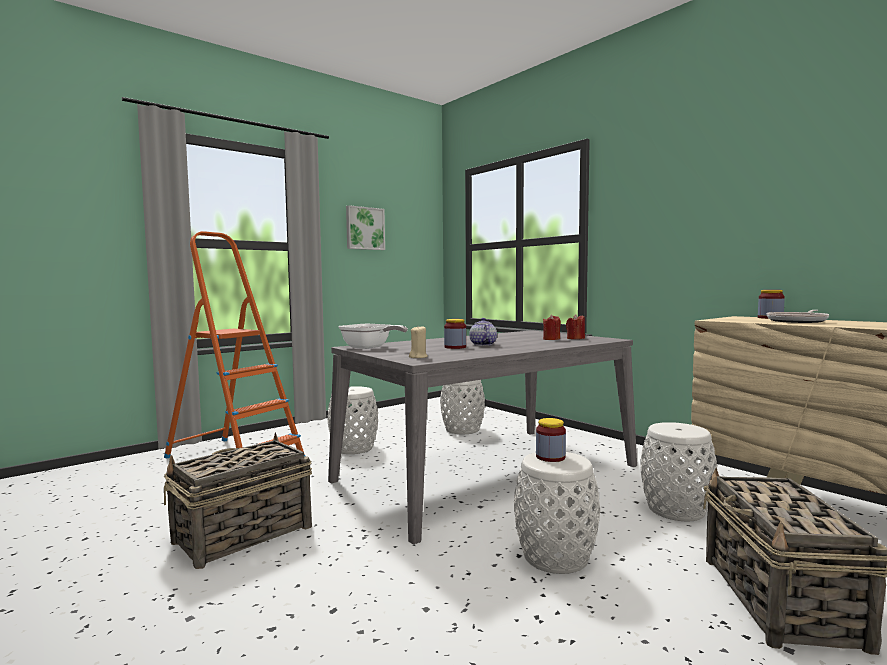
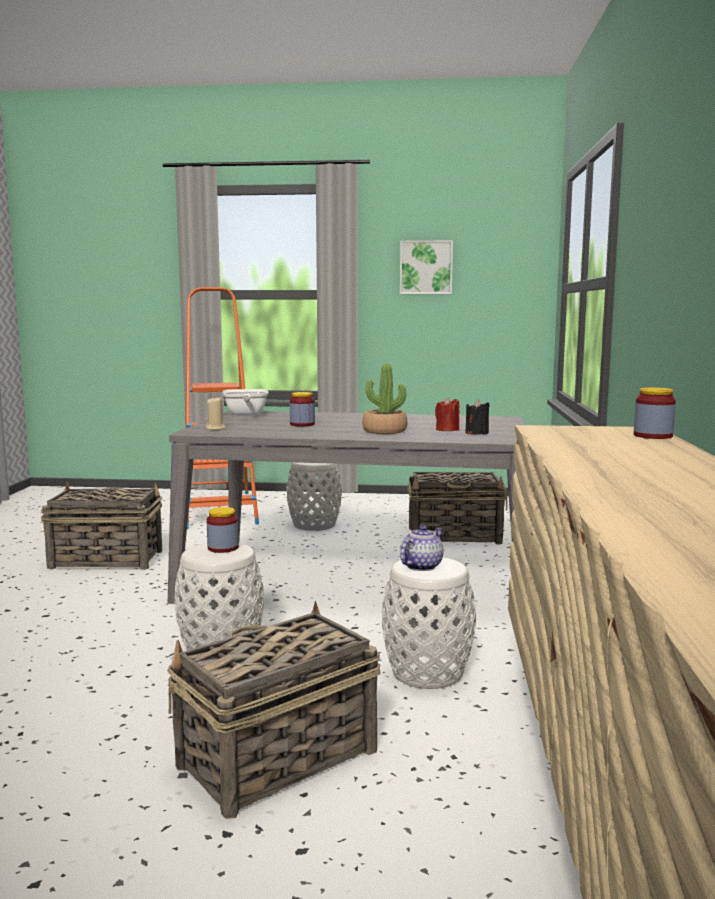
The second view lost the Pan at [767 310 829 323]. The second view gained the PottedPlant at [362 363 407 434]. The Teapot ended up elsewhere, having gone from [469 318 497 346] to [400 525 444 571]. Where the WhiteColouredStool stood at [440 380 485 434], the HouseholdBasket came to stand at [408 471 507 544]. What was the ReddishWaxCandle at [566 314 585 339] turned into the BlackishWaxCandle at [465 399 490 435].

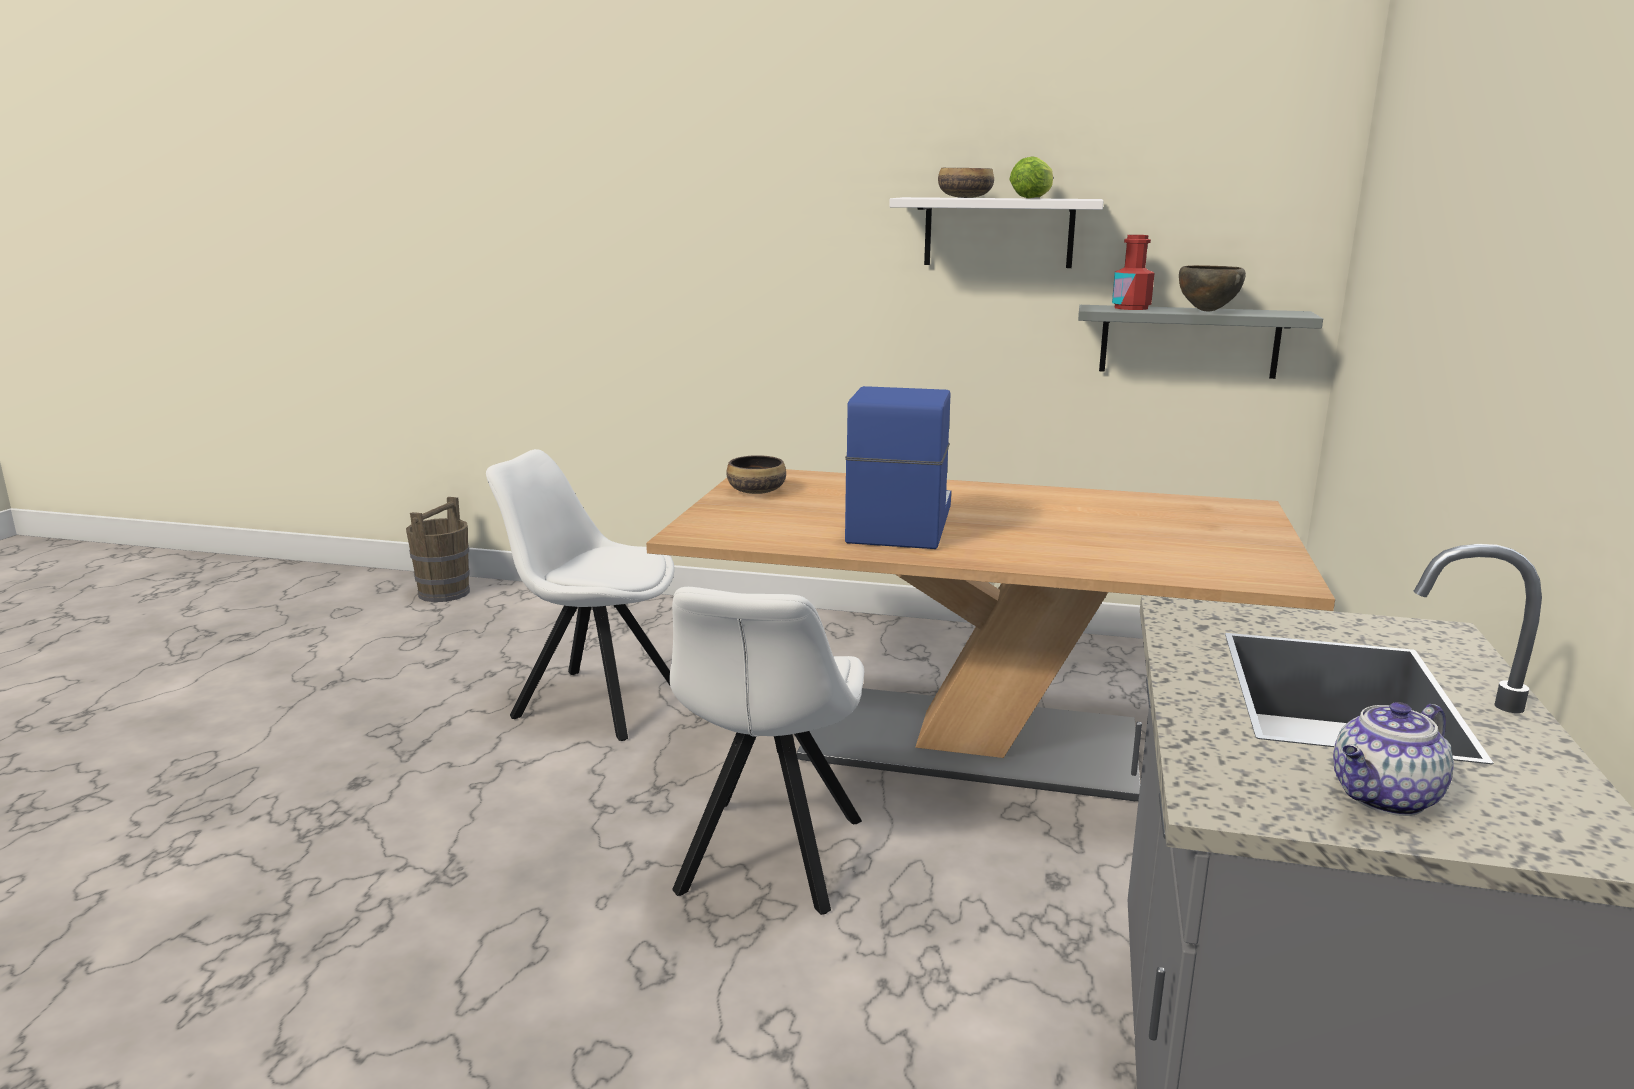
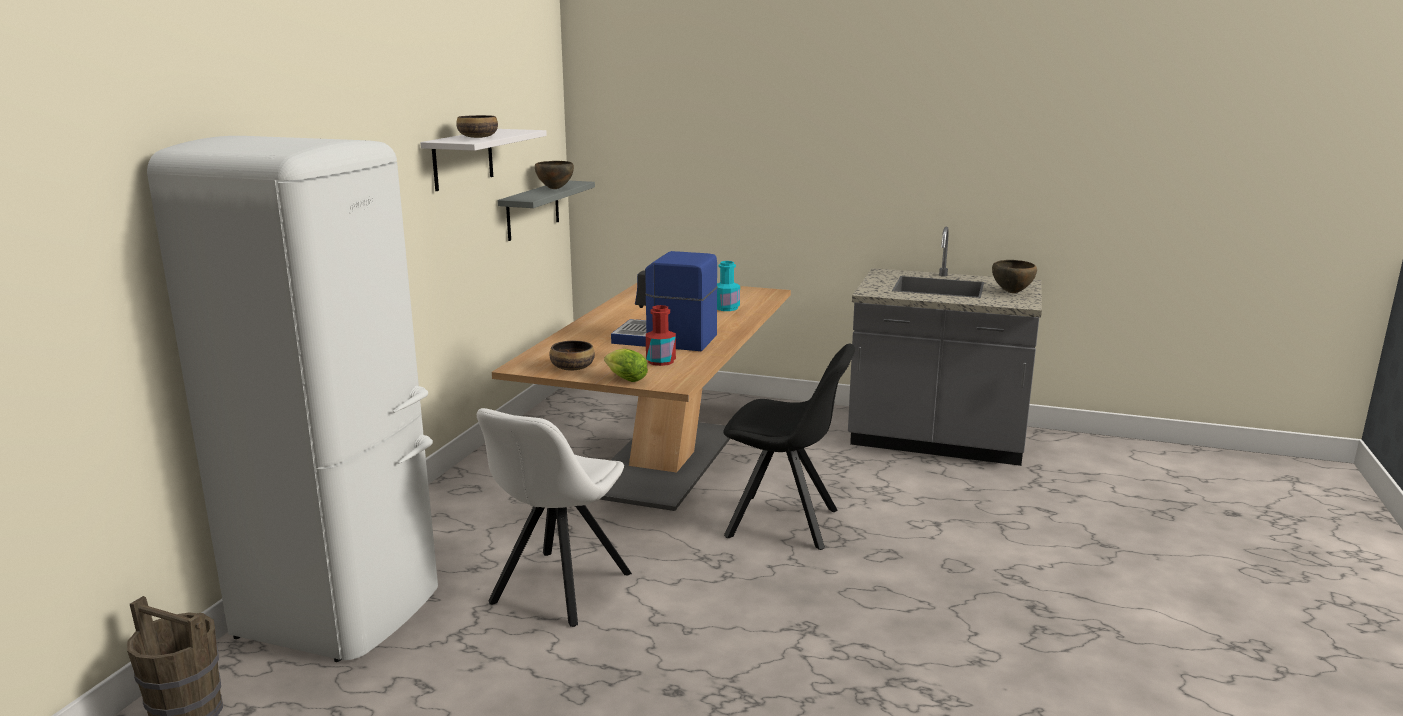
The second view gained the WhiteColouredKitchenFridge at [147 136 438 662]. The second view gained the TurquoiseDrinkBottle at [717 261 740 311]. The LettuceHead ended up elsewhere, having gone from [1009 156 1053 198] to [604 349 648 382]. The ReddishDrinkBottle ended up elsewhere, having gone from [1112 235 1154 310] to [646 305 676 366]. Where the Teapot stood at [1333 702 1454 816], the BrownishDeepDish came to stand at [992 260 1037 293]. What was the WhiteColouredPlainChair at [669 587 864 915] turned into the BlackishPlainChair at [723 343 855 550].

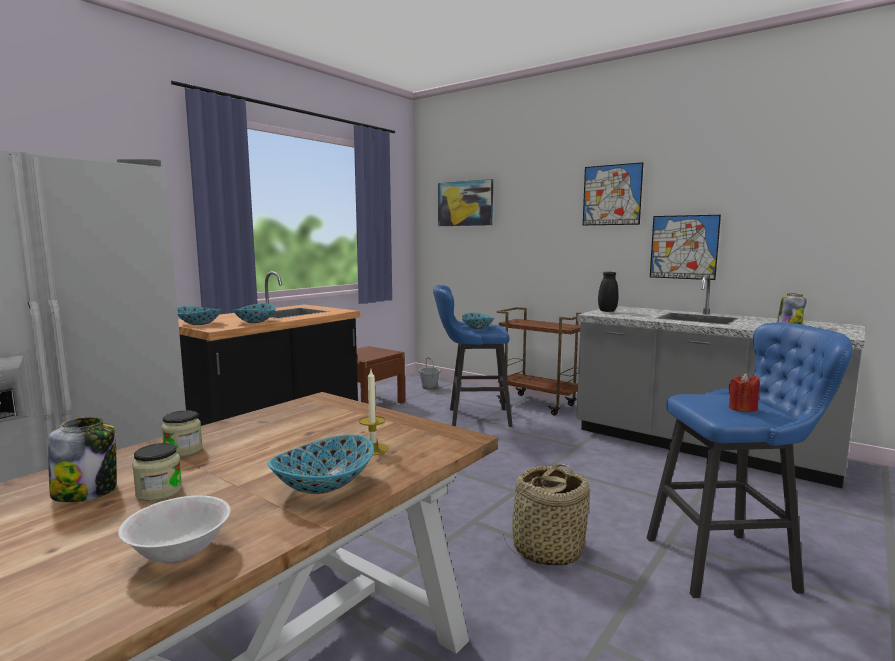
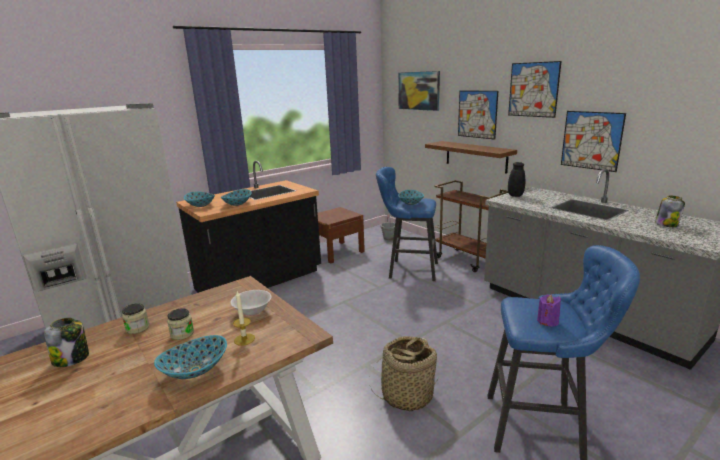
The second view gained the BrownishShelf at [425 141 517 174]. The second view gained the WallArt at [458 91 498 140]. The WhiteColouredDeepDish ended up elsewhere, having gone from [118 495 231 564] to [231 290 272 316]. The PreserveJar ended up elsewhere, having gone from [132 443 182 501] to [167 308 194 340]. What was the ReddishWaxCandle at [729 373 760 412] turned into the PurpleWaxCandle at [537 294 561 326].

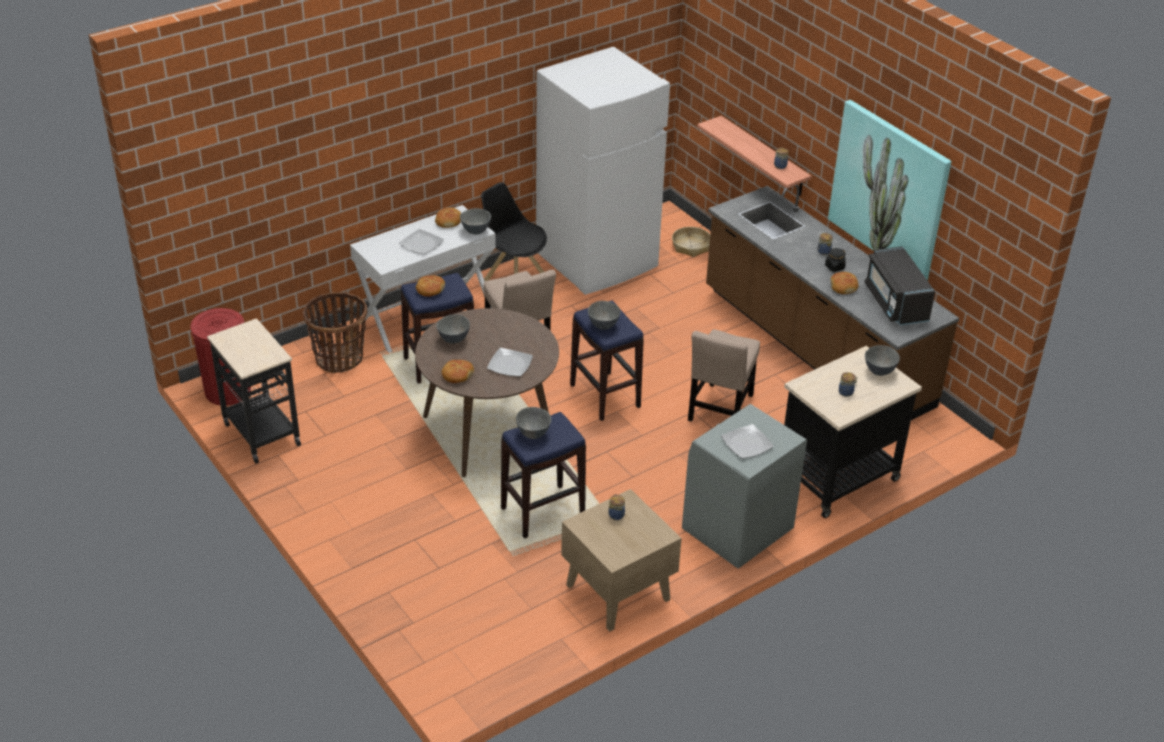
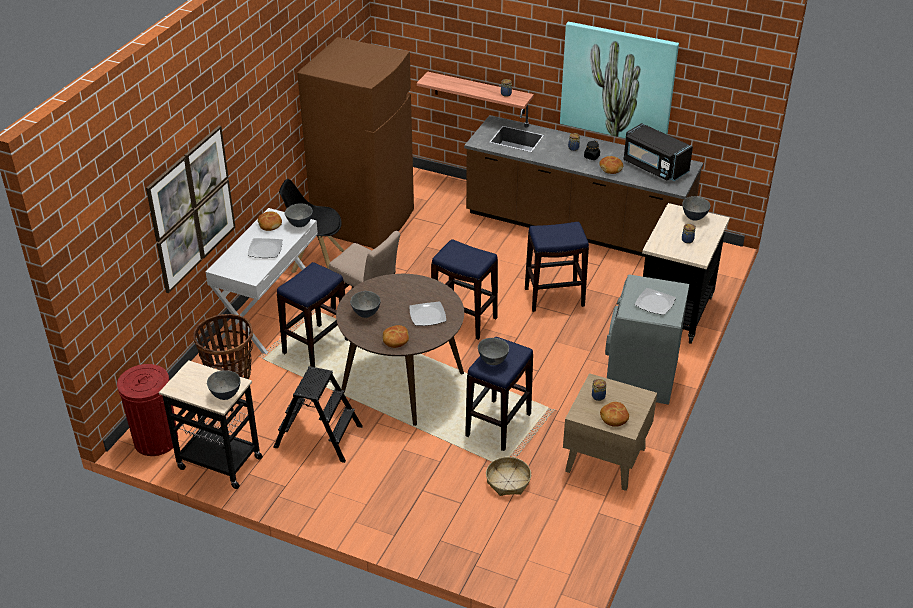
The second view gained the WallArt at [146 125 235 293]. The second view gained the BlackishStepStool at [273 366 363 463]. The BakedBread ended up elsewhere, having gone from [416 275 445 297] to [600 402 629 427]. The GreyishDeepDish ended up elsewhere, having gone from [588 301 621 330] to [207 370 241 400]. The HouseholdBasket ended up elsewhere, having gone from [672 227 710 257] to [486 457 531 496]. Where the BeigePlainChair stood at [688 329 760 422], the Stool came to stand at [525 222 589 312]. What was the WhiteColouredKitchenFridge at [536 47 670 295] turned into the BrownishKitchenFridge at [298 37 414 249].

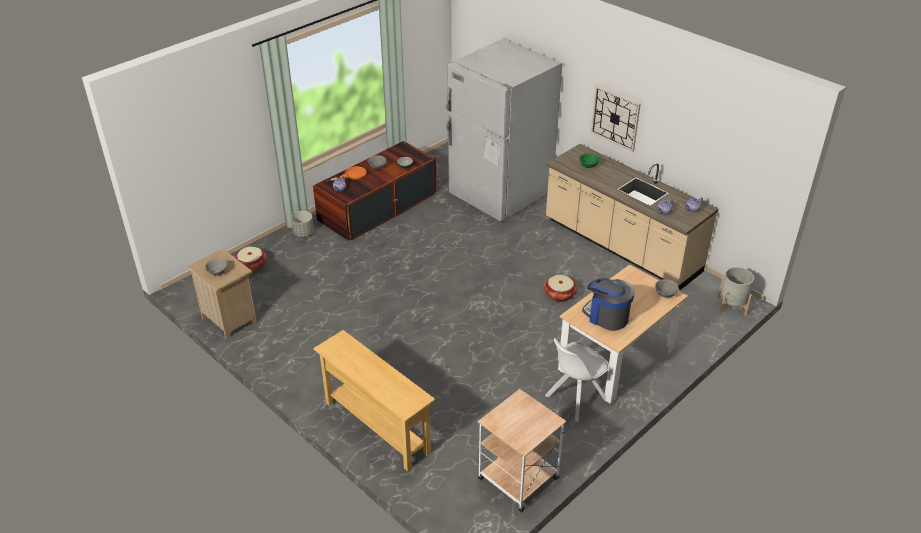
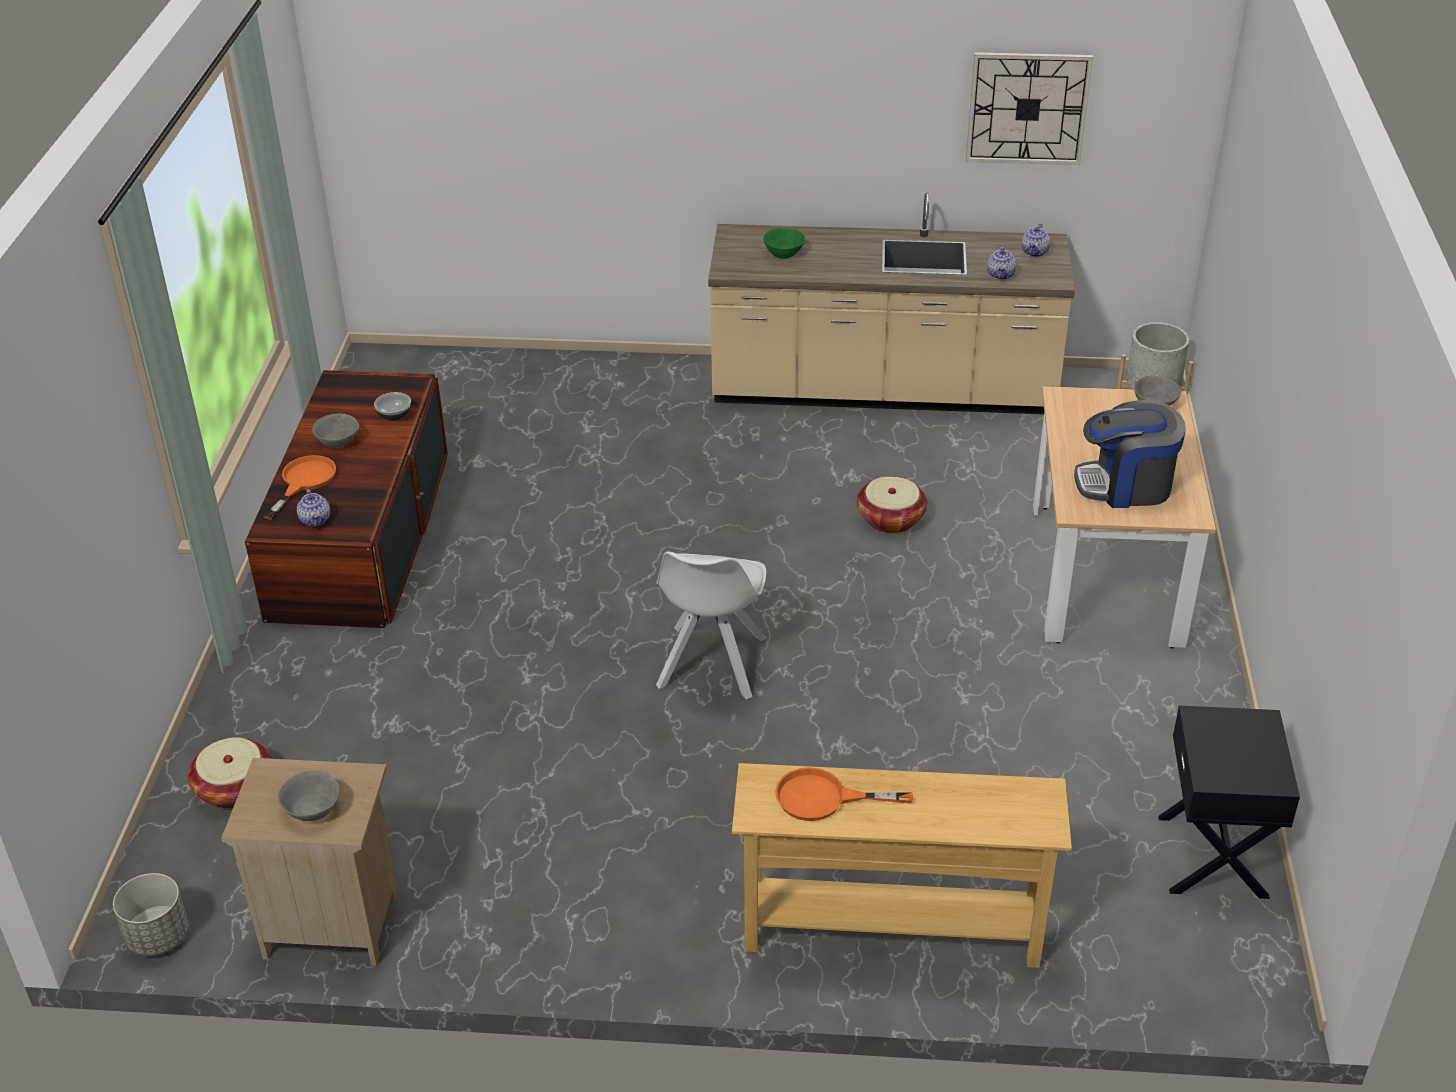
The second view lost the WhiteColouredKitchenFridge at [446 39 563 221]. The second view gained the OrangePan at [775 767 913 821]. The GreyishPlantPot ended up elsewhere, having gone from [291 211 314 237] to [113 873 188 956]. The WhiteColouredPlainChair ended up elsewhere, having gone from [545 338 610 422] to [656 551 767 699]. The ClockOnTheWall ended up elsewhere, having gone from [591 86 641 152] to [966 52 1093 165]. Where the BeigeCart stood at [478 389 566 512], the BlackishNightstand came to stand at [1158 706 1300 899].

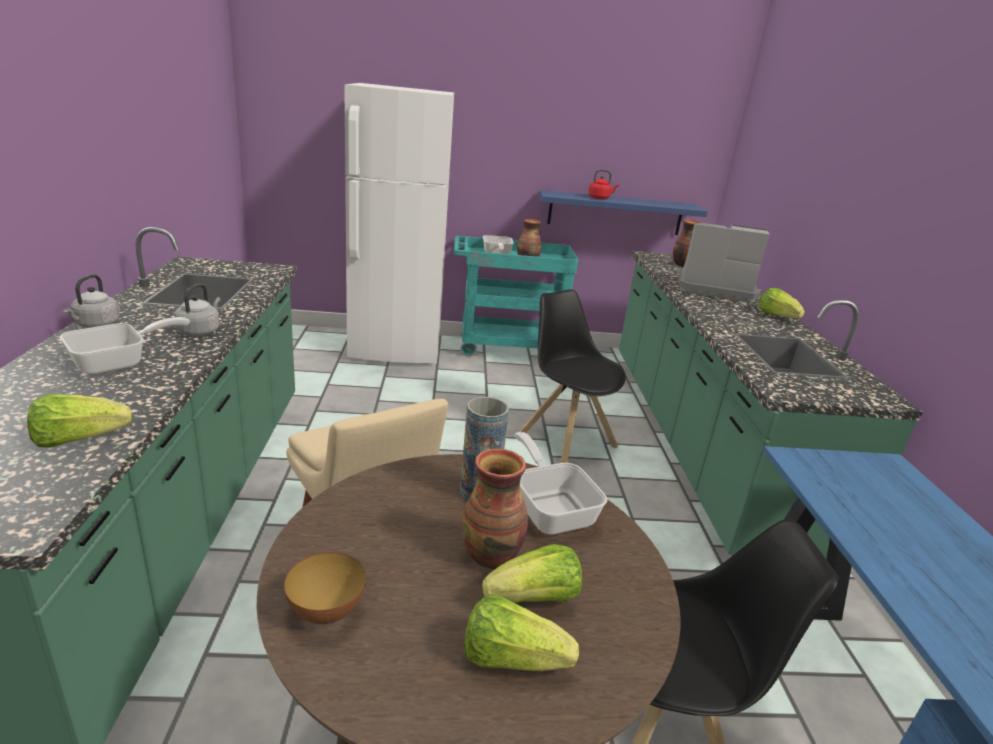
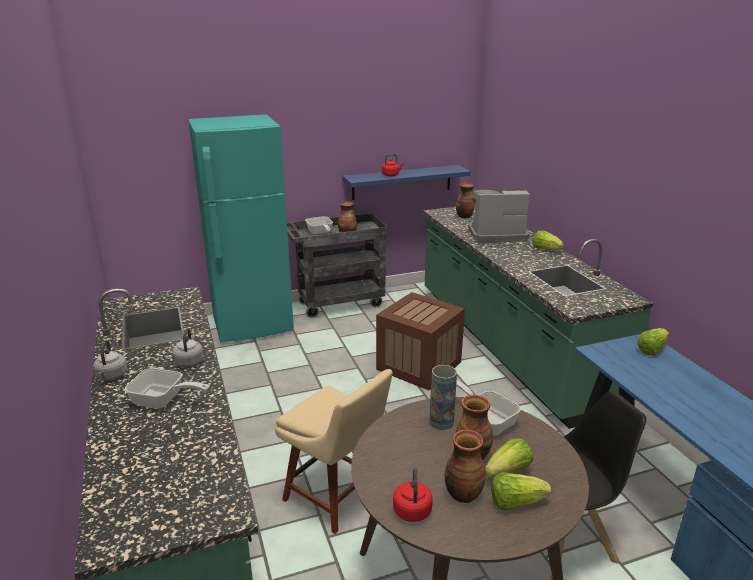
The second view gained the FlowerVase at [445 430 486 503]. The LettuceHead ended up elsewhere, having gone from [27 394 132 448] to [637 328 669 355]. Where the DeepDish stood at [284 552 366 624], the ReddishWaterKettle came to stand at [393 468 433 522]. Where the BlackishPlainChair stood at [519 289 626 463], the Crate came to stand at [376 292 465 390]. What was the WhiteColouredKitchenFridge at [344 83 454 364] turned into the TurquoiseKitchenFridge at [188 114 294 343]. What was the TurquoiseCart at [454 236 578 357] turned into the BlackishCart at [287 213 387 318]. The Pan at [60 317 190 375] ended up facing another way, 75 degrees clockwise from before.

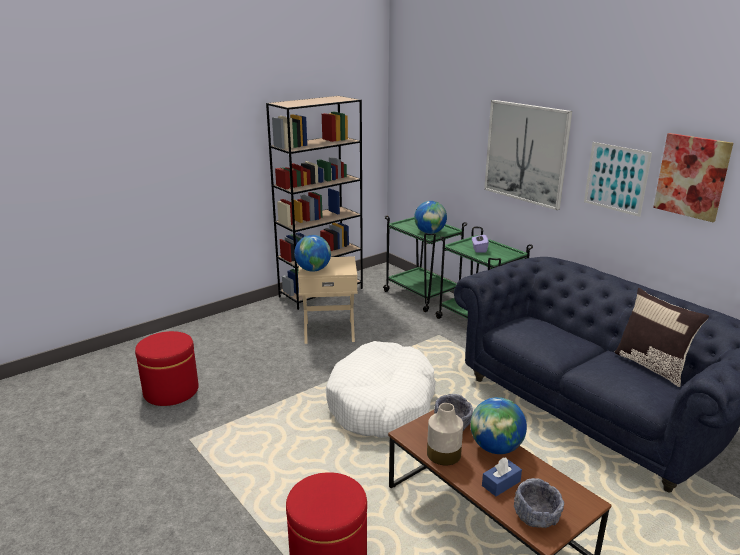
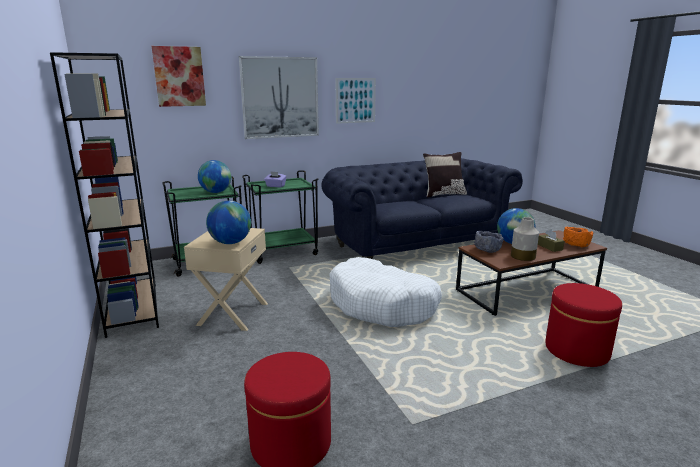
The WallArt ended up elsewhere, having gone from [653 133 733 222] to [152 46 206 107]. What was the BlueTissueBox at [482 458 522 496] turned into the BrownishTissueBox at [538 229 564 252]. What was the GreyishDeepDish at [514 478 564 528] turned into the OrangeDeepDish at [563 227 593 247].

